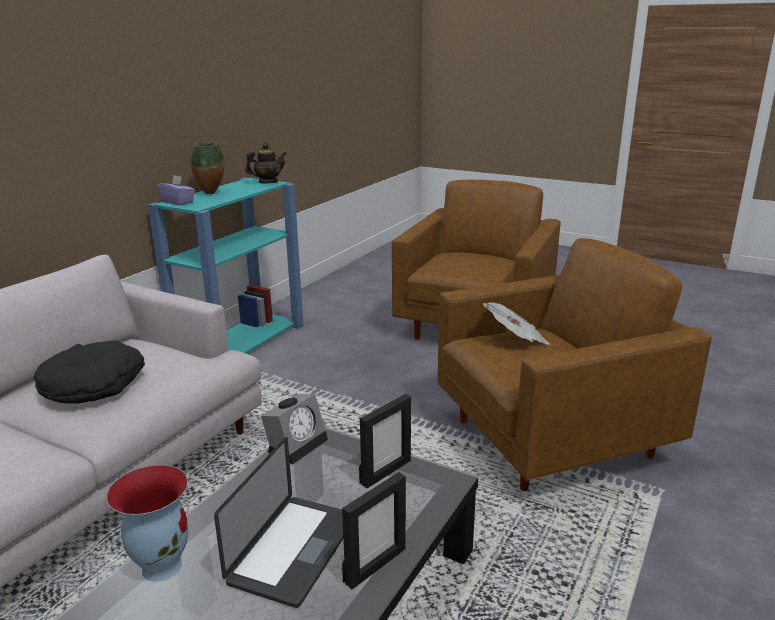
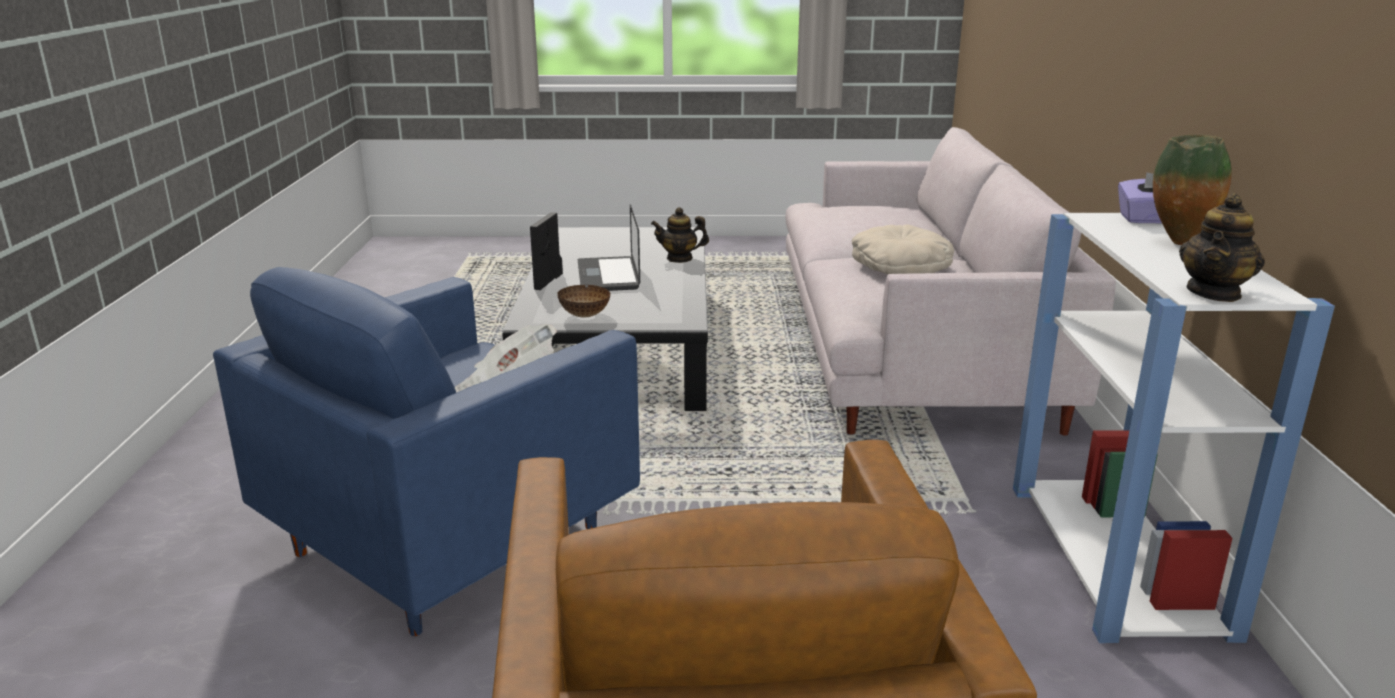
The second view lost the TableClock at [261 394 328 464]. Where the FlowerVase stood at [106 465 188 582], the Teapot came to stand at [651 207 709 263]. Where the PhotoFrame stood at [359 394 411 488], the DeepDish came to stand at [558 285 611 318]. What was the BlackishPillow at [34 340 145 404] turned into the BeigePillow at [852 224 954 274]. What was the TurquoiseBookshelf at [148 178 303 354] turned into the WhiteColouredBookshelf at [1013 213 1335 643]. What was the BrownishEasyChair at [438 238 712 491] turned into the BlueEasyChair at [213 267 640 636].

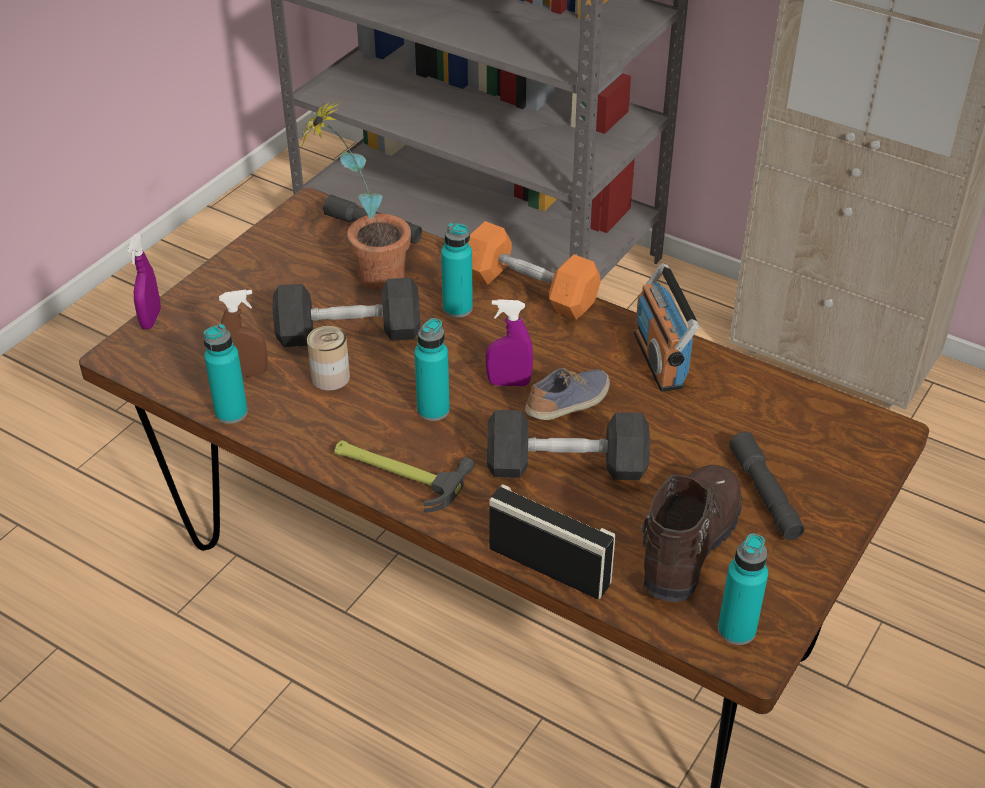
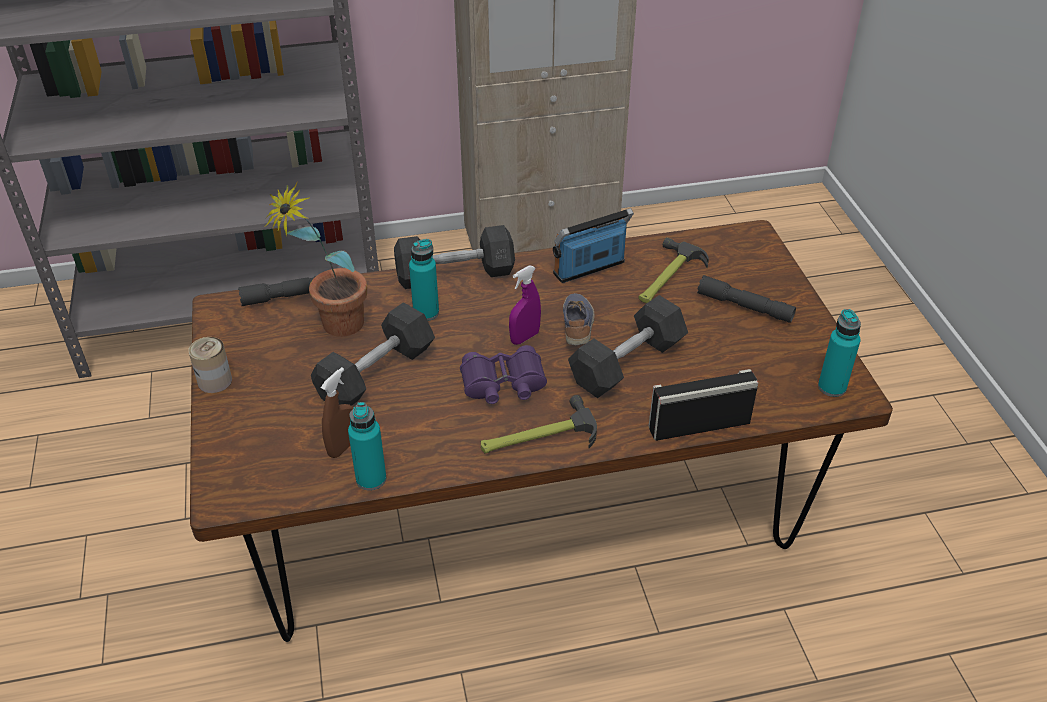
The second view lost the PurpleHandSprayer at [127 234 161 329]. The second view lost the BrownishTallBoot at [641 465 742 602]. The second view gained the ToolHammer at [638 237 709 303]. The SealedCan ended up elsewhere, having gone from [307 326 350 391] to [188 337 232 393]. Where the TurquoiseDrinkBottle stood at [414 318 450 421], the PurpleBinoculars came to stand at [460 345 547 404]. What was the OrangeDumbbell at [469 221 601 319] turned into the GreyishDumbbell at [394 225 515 289]. The RadioSet at [634 263 699 392] ended up facing another way, 120 degrees clockwise from before.

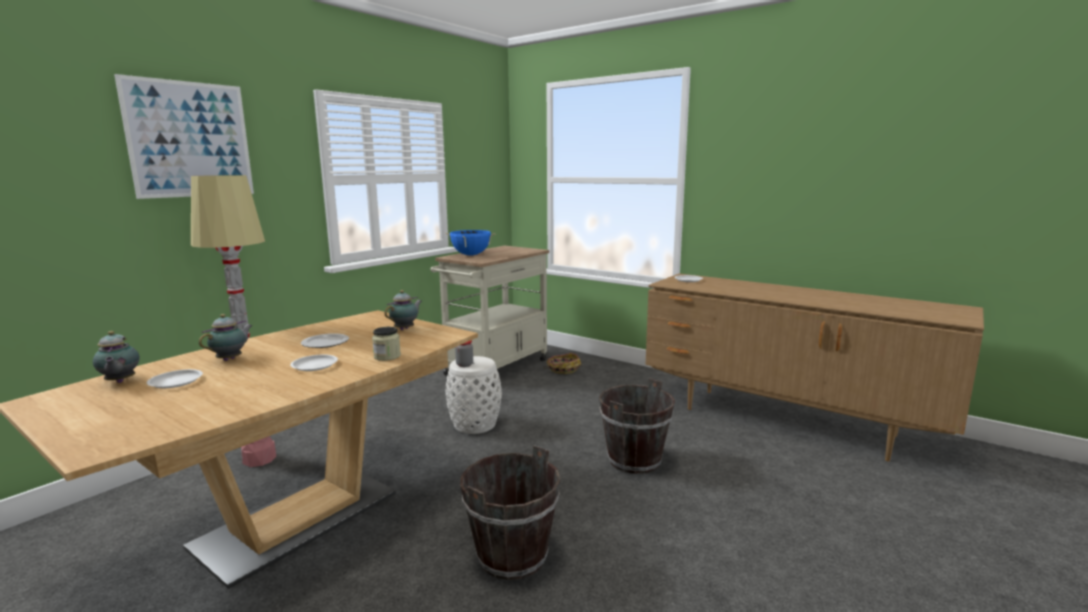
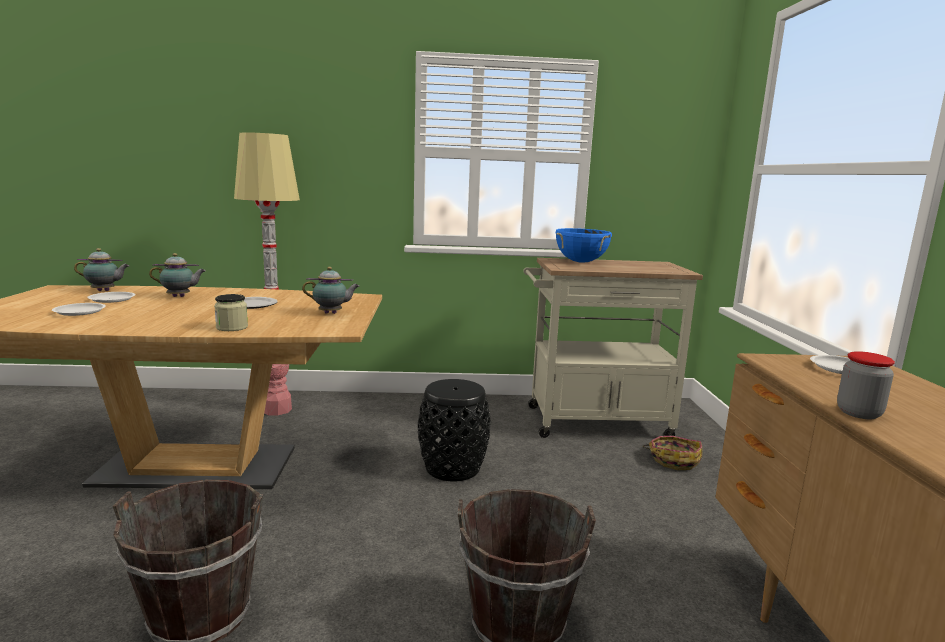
The second view lost the WallArt at [114 74 254 199]. The WhiteColouredDinnerPlate ended up elsewhere, having gone from [290 355 338 371] to [52 303 106 316]. The PreserveJar ended up elsewhere, having gone from [455 340 473 367] to [837 351 895 419]. What was the WhiteColouredStool at [445 356 502 434] turned into the BlackishStool at [418 379 491 482]. The Teapot at [93 331 140 383] ended up facing another way, 120 degrees counterclockwise from before.

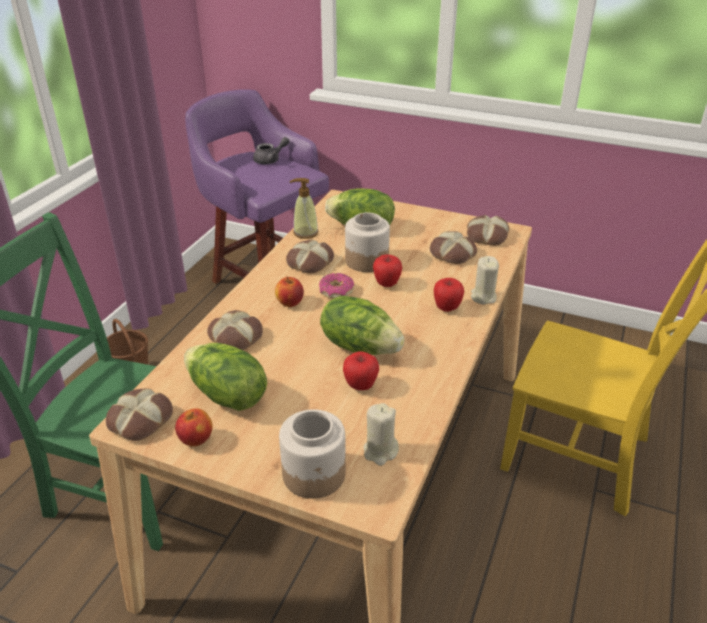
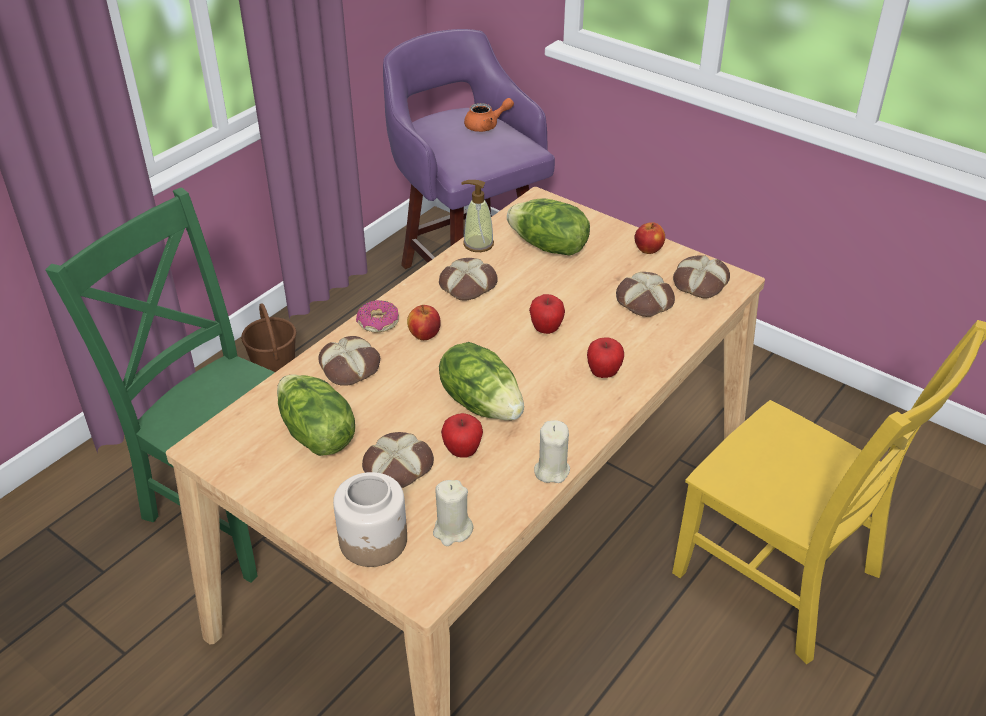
The second view lost the PreserveJar at [345 213 390 272]. The BakedBread ended up elsewhere, having gone from [106 389 173 441] to [362 432 434 488]. The AppleFruit ended up elsewhere, having gone from [175 408 213 447] to [634 222 665 254]. The Donut ended up elsewhere, having gone from [319 273 354 299] to [356 300 399 333]. The BeigeWaxCandle ended up elsewhere, having gone from [471 256 499 304] to [534 420 570 483]. What was the GreyishTeapot at [253 137 290 164] turned into the OrangeTeapot at [464 98 514 132].

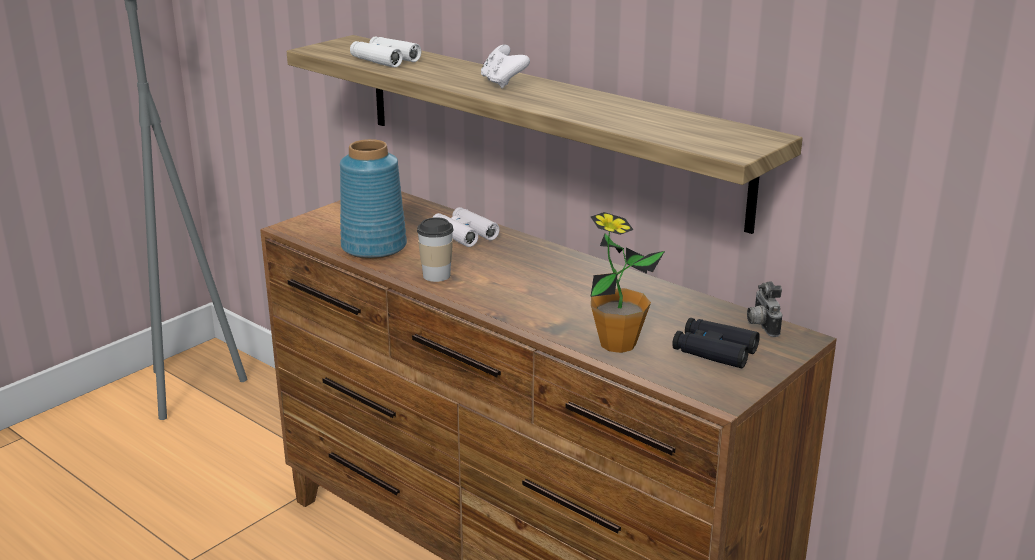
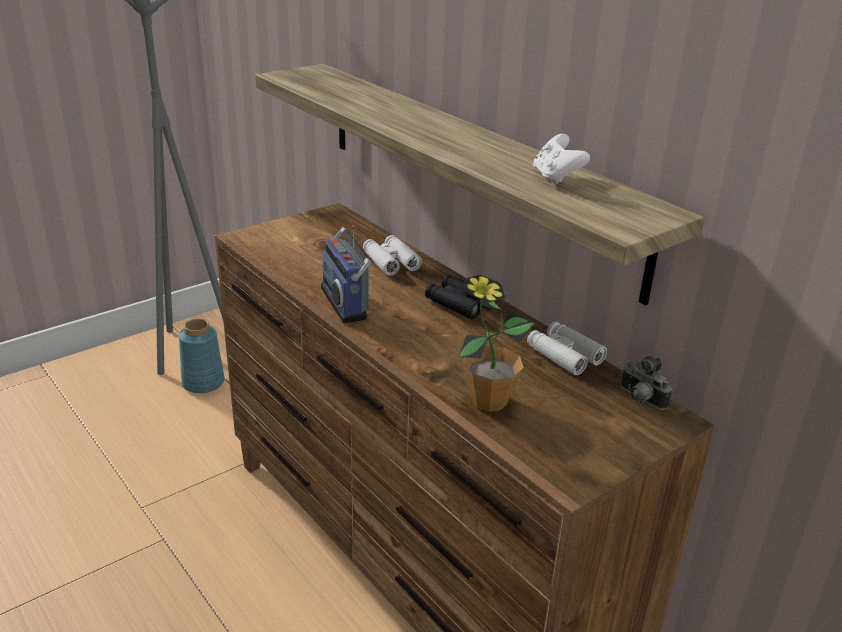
The BlueFlowerVase ended up elsewhere, having gone from [340 139 407 259] to [179 319 225 393]. The WhiteColouredBinoculars ended up elsewhere, having gone from [350 37 421 68] to [527 321 607 375]. The WhiteColouredGameController ended up elsewhere, having gone from [481 45 530 88] to [533 134 590 185]. The BlackishBinoculars ended up elsewhere, having gone from [672 318 760 368] to [425 275 497 320]. Where the Cup stood at [417 217 454 282], the RadioSet came to stand at [321 225 372 323]. The StillCamera at [747 282 782 337] ended up facing another way, 45 degrees counterclockwise from before.

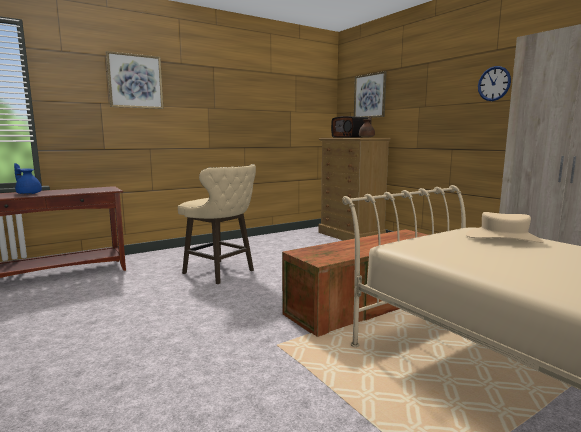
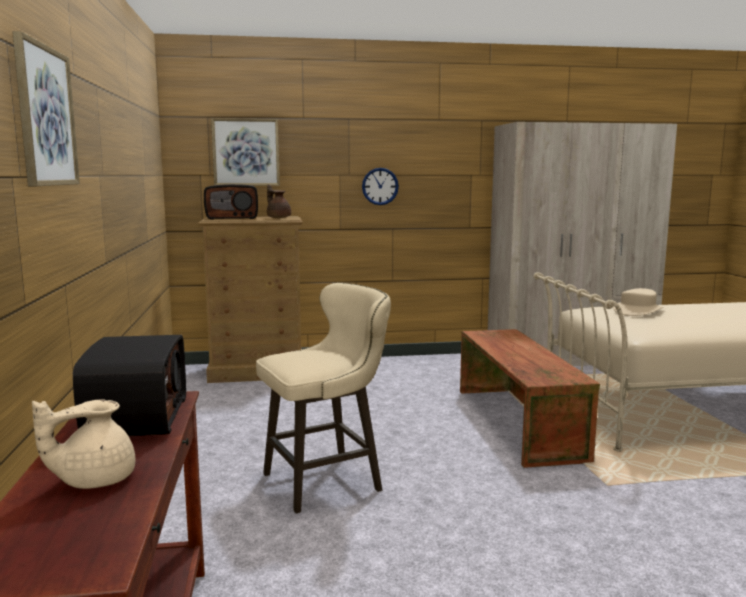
The second view gained the RadioSet at [73 335 186 436]. The ClockOnTheWall ended up elsewhere, having gone from [478 66 511 101] to [362 168 399 205]. What was the BlueTeapot at [14 163 42 194] turned into the BeigeTeapot at [32 400 135 489].

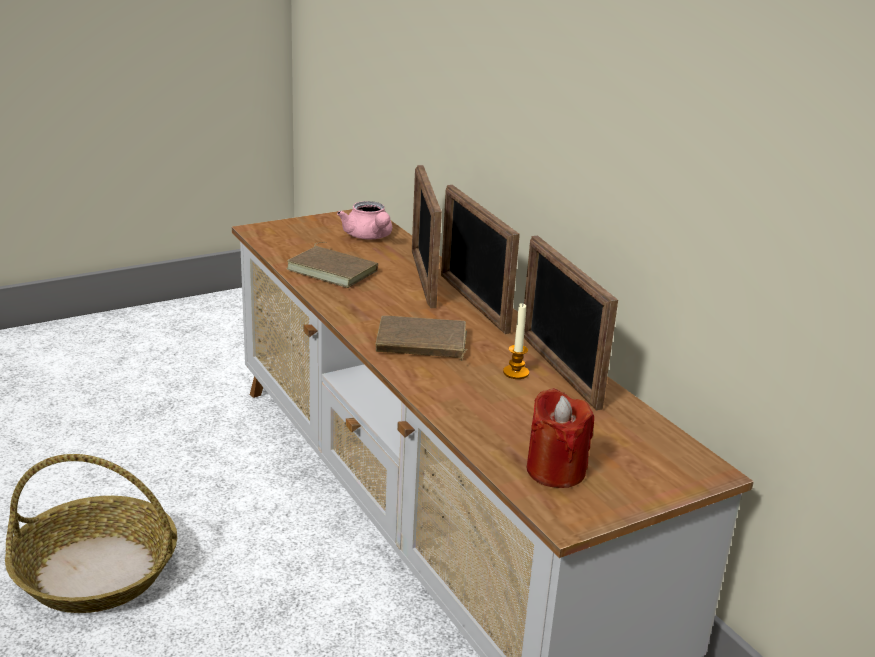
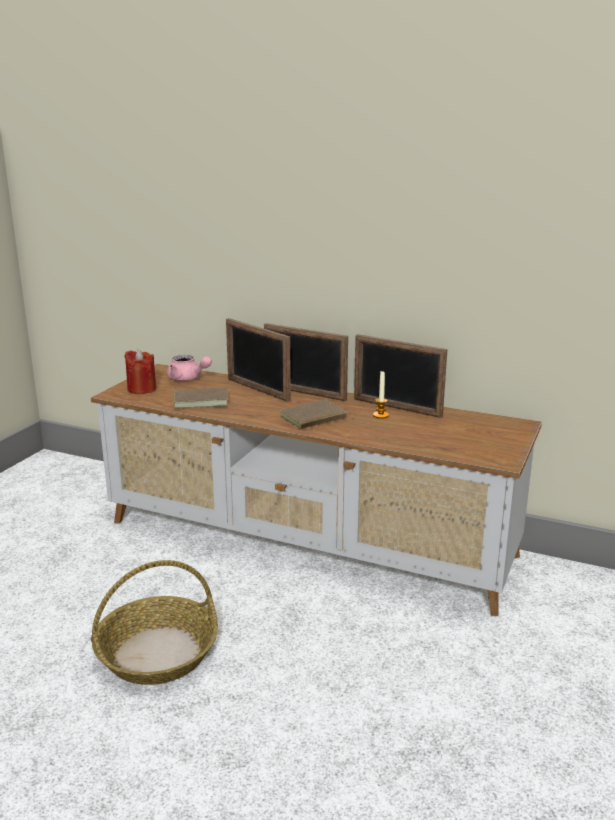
The ReddishWaxCandle ended up elsewhere, having gone from [526 388 594 488] to [124 349 156 394].

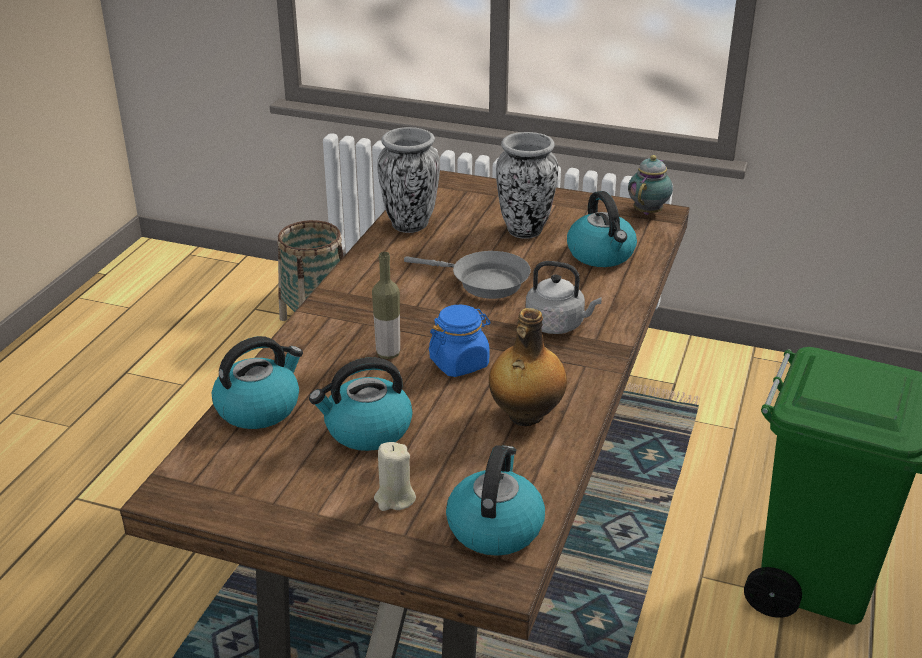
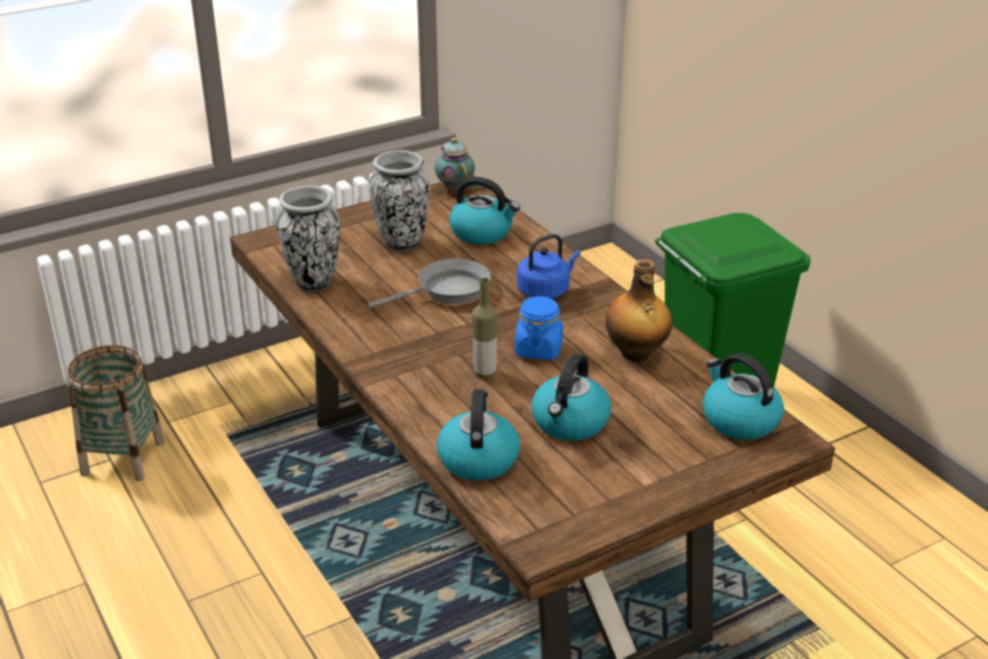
The second view lost the BeigeWaxCandle at [374 442 416 511]. What was the GreyishWaterKettle at [526 261 602 334] turned into the BlueWaterKettle at [517 234 580 299].

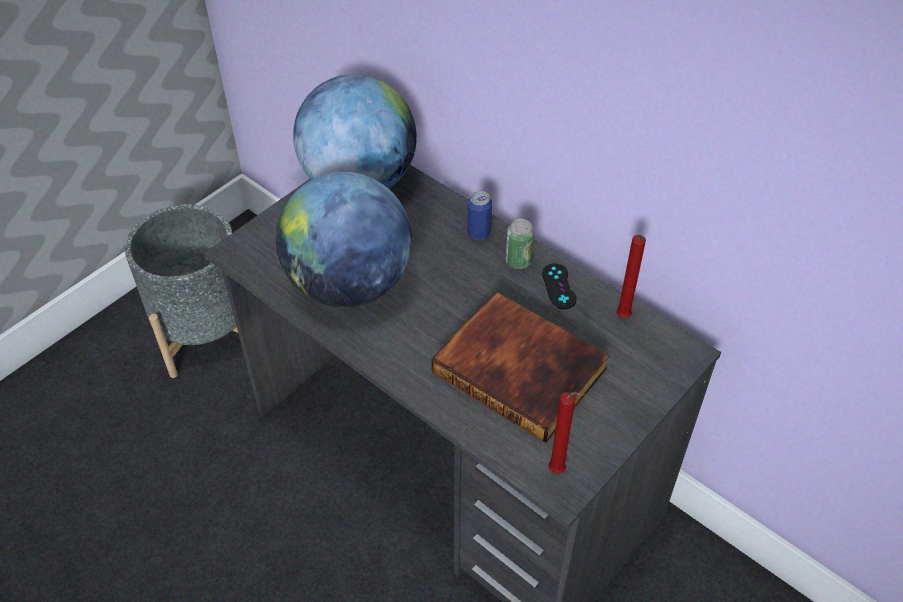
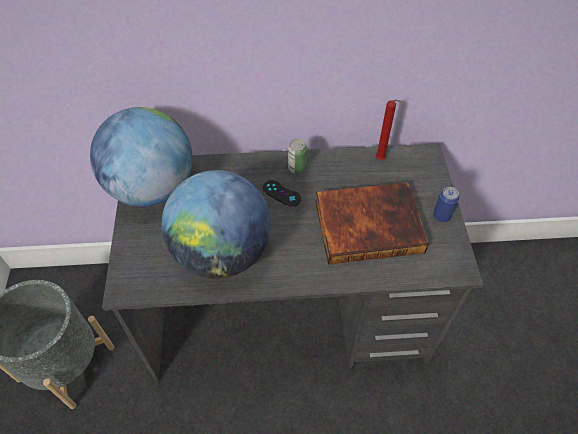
The second view lost the ReddishWaxCandle at [549 392 585 474]. The SealedCan ended up elsewhere, having gone from [467 191 492 240] to [433 187 459 222]. The BlackishGameController ended up elsewhere, having gone from [542 264 577 309] to [263 180 301 207].

